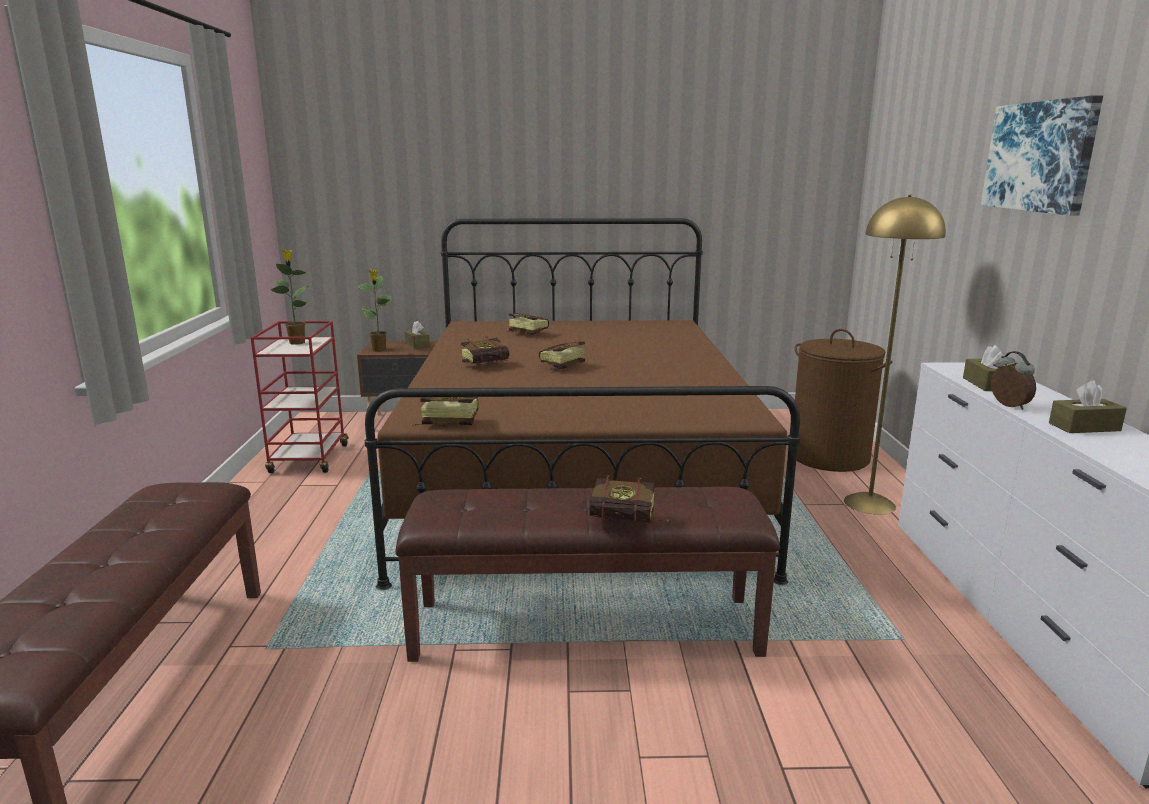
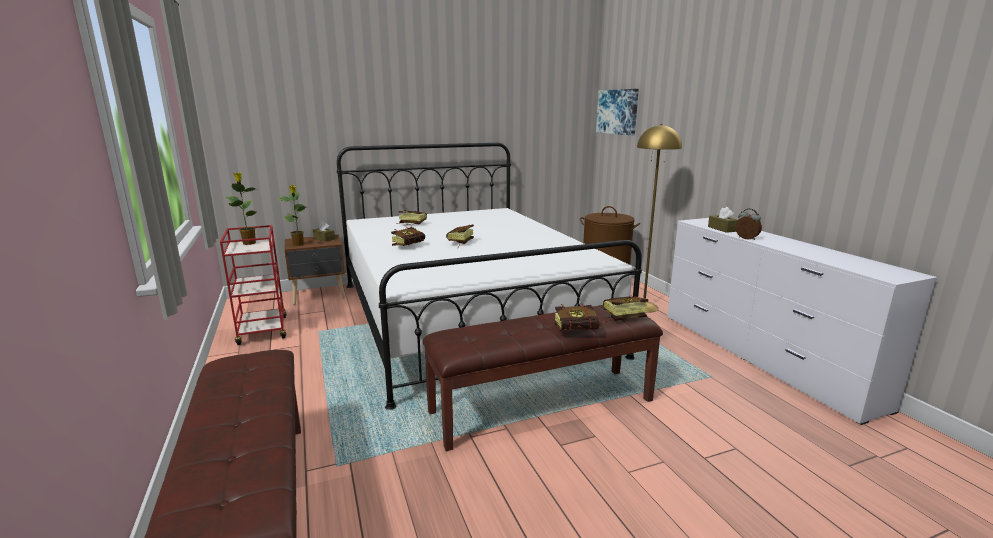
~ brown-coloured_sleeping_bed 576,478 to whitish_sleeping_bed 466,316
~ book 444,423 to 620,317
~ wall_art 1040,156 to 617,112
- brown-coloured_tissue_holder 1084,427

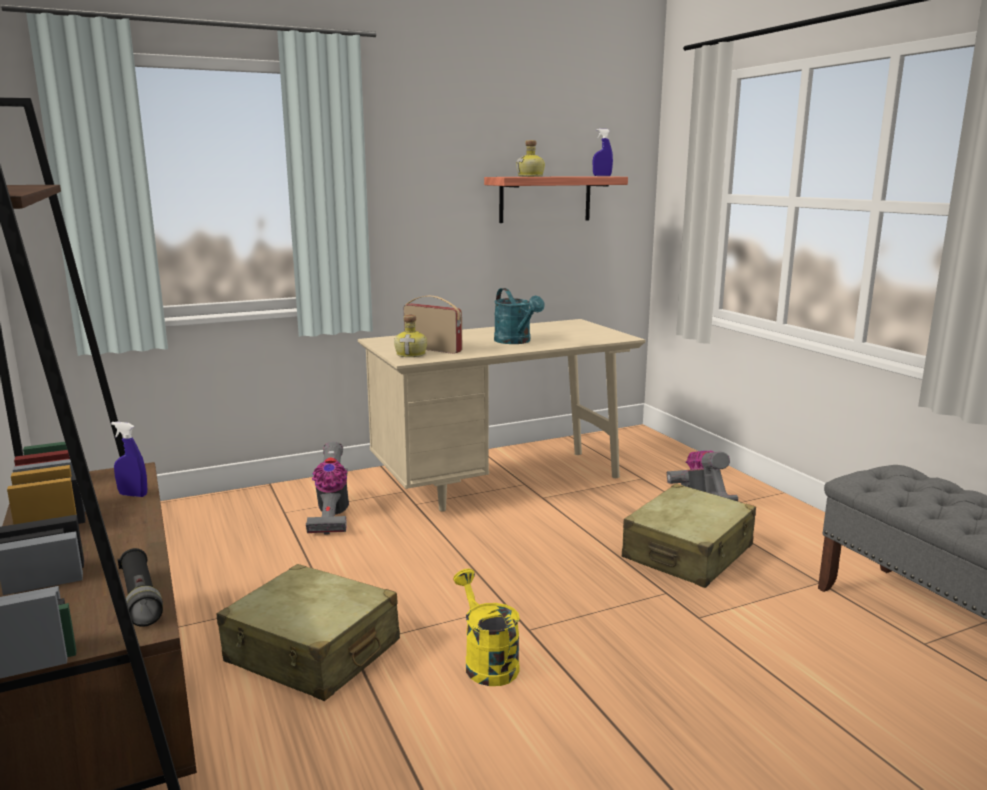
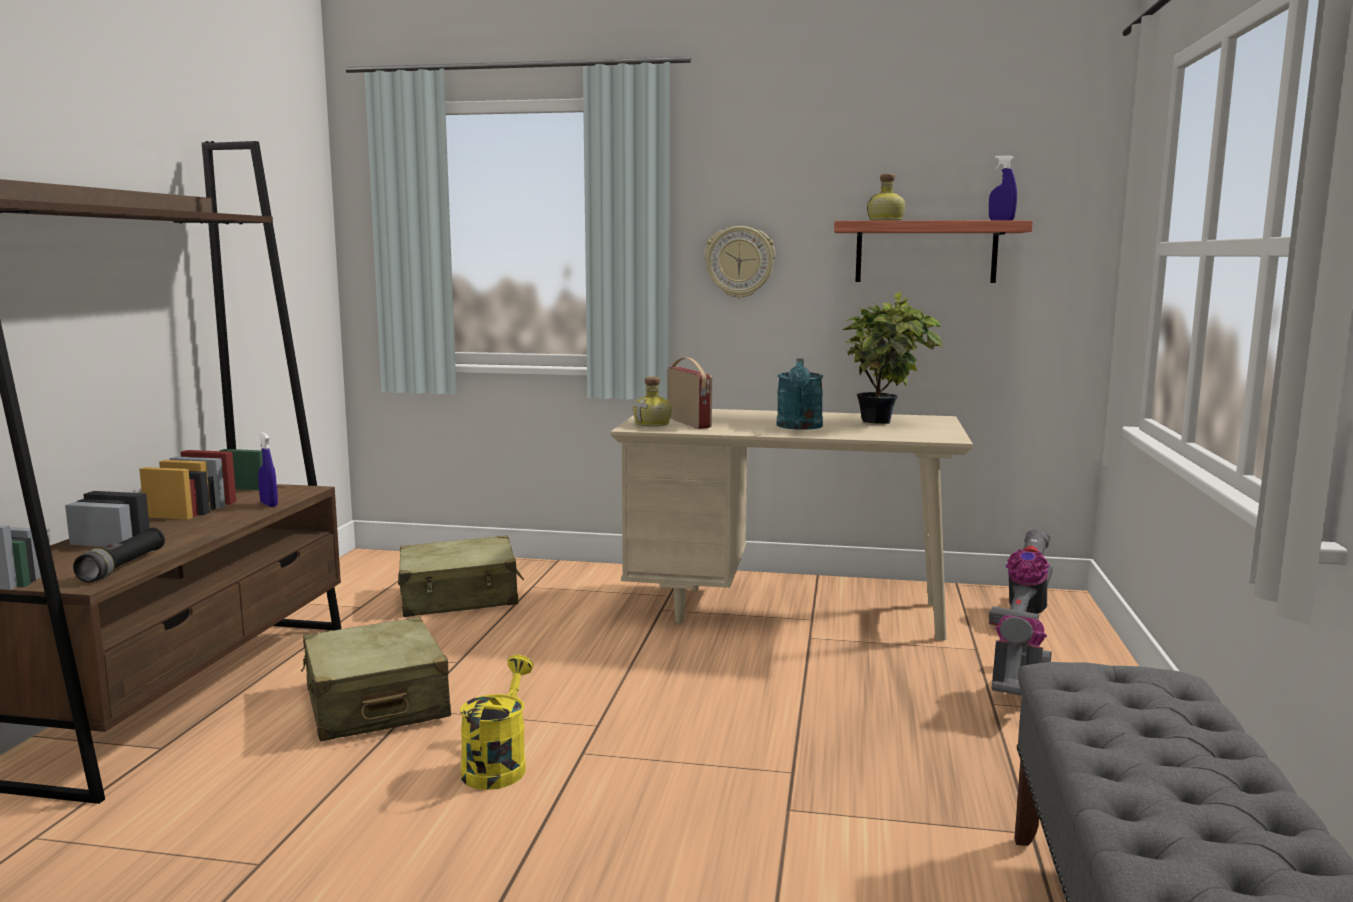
~ vacuum_cleaner 332,515 to 1024,614
~ sand-coloured_piece_of_luggage 688,553 to 459,597
+ clock_on_the_wall 740,262
+ houseplant 885,423

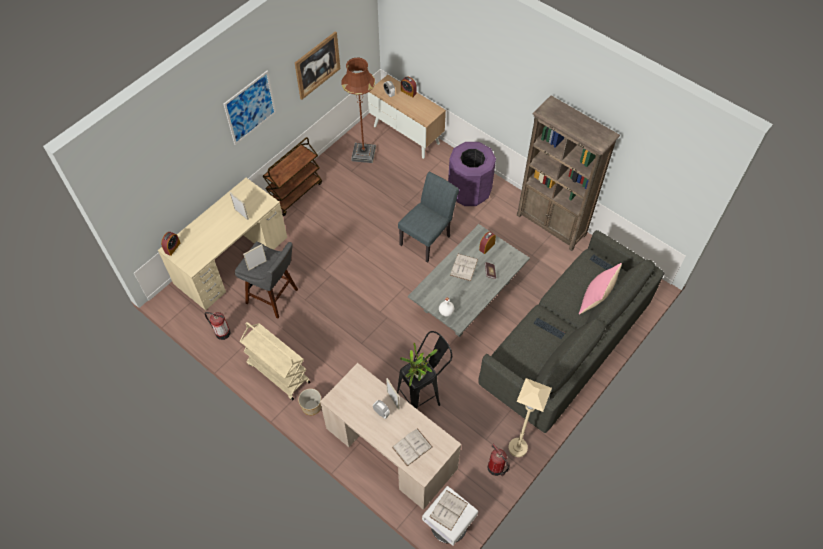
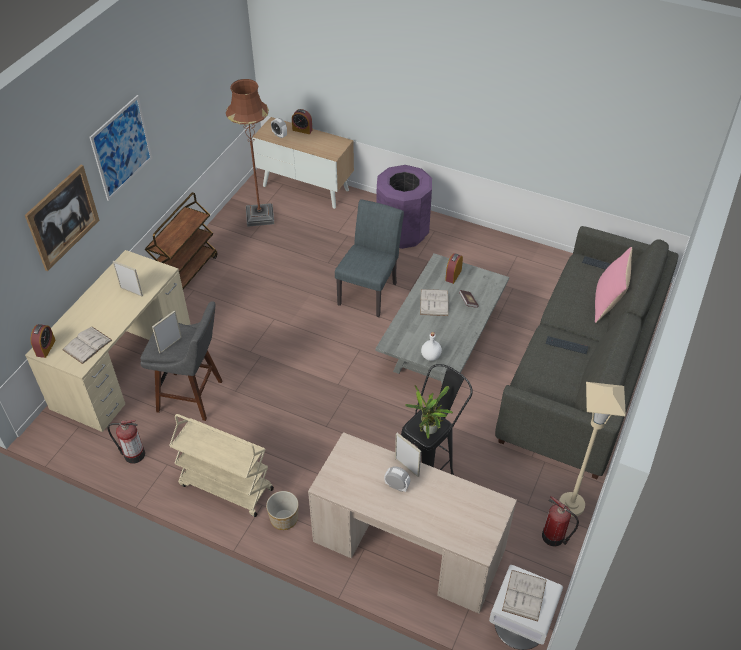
~ wall_art 317,65 to 63,217
~ whitish_book 412,447 to 87,345
- brown-coloured_bookshelf 551,225

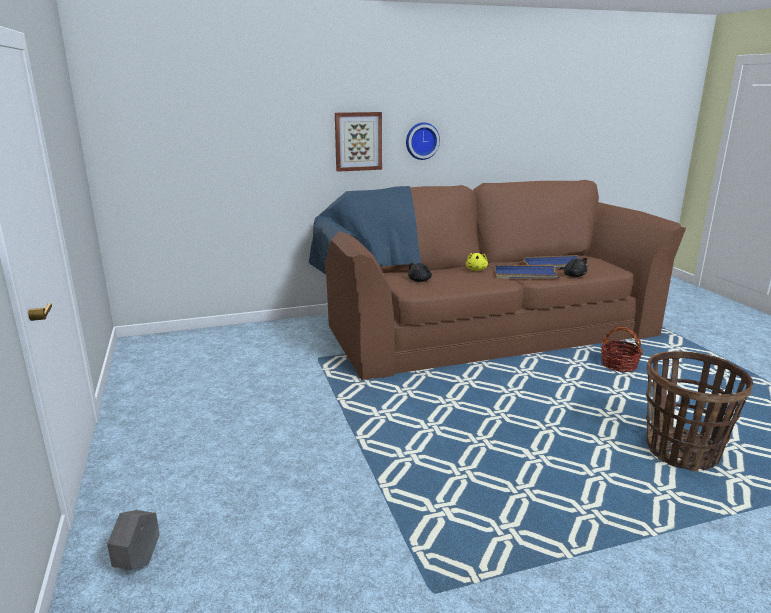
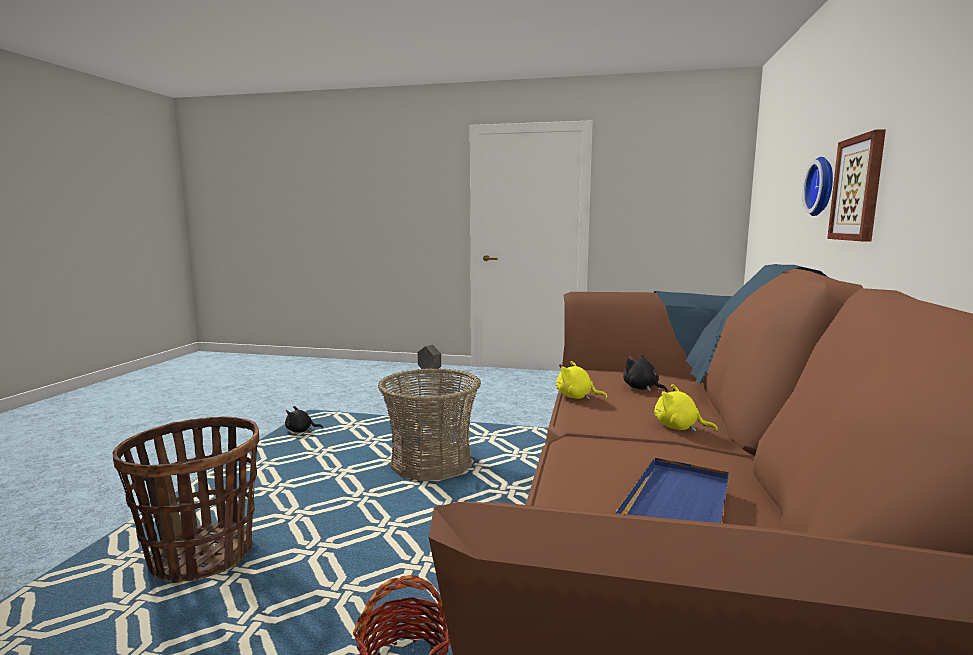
~ clock_on_the_wall 421,141 to 823,186
- blue_carrying_tray 525,274
~ black_plush_toy 573,276 to 301,431
+ storage_basket 431,463
+ yellowish_plush_toy 576,397

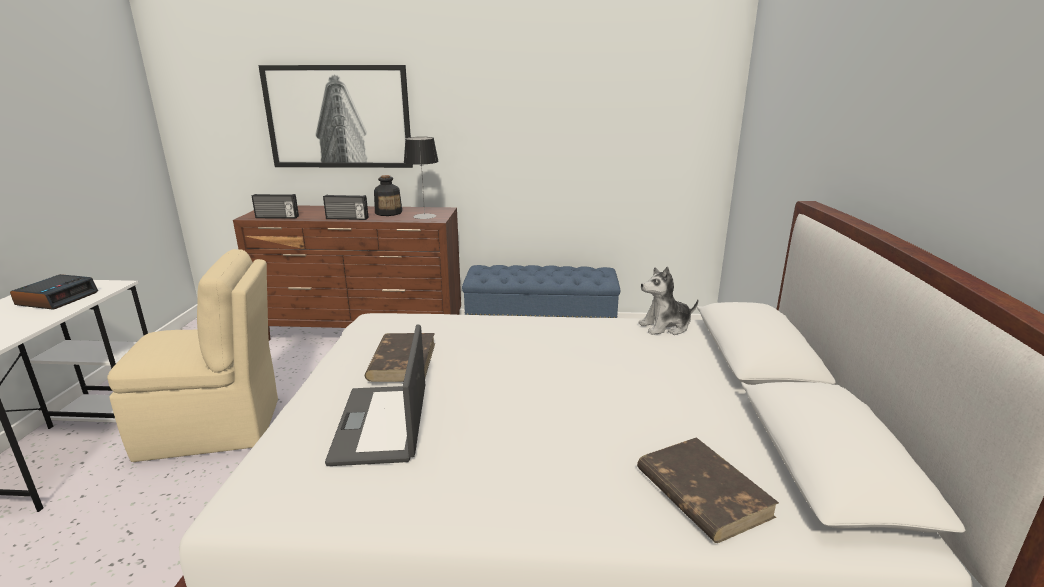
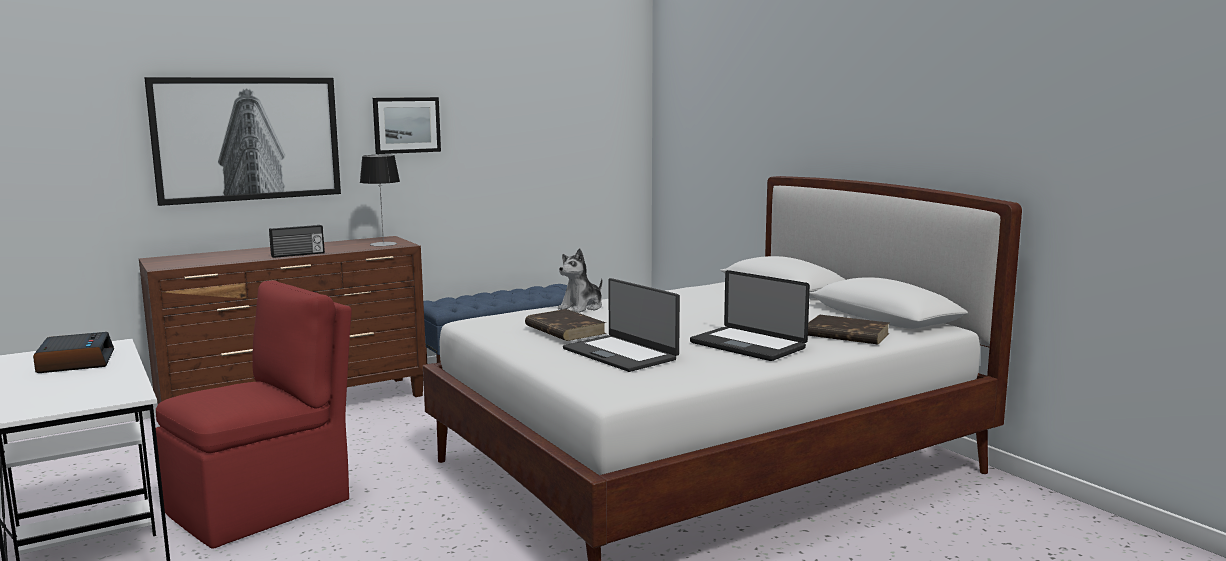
~ sand-coloured_chair 215,428 to reddish_chair 264,505
- radio_set 277,217
- drink_bottle 389,213
~ plush_toy 665,327 to 582,307
+ wall_art 406,125
+ laptop 747,346

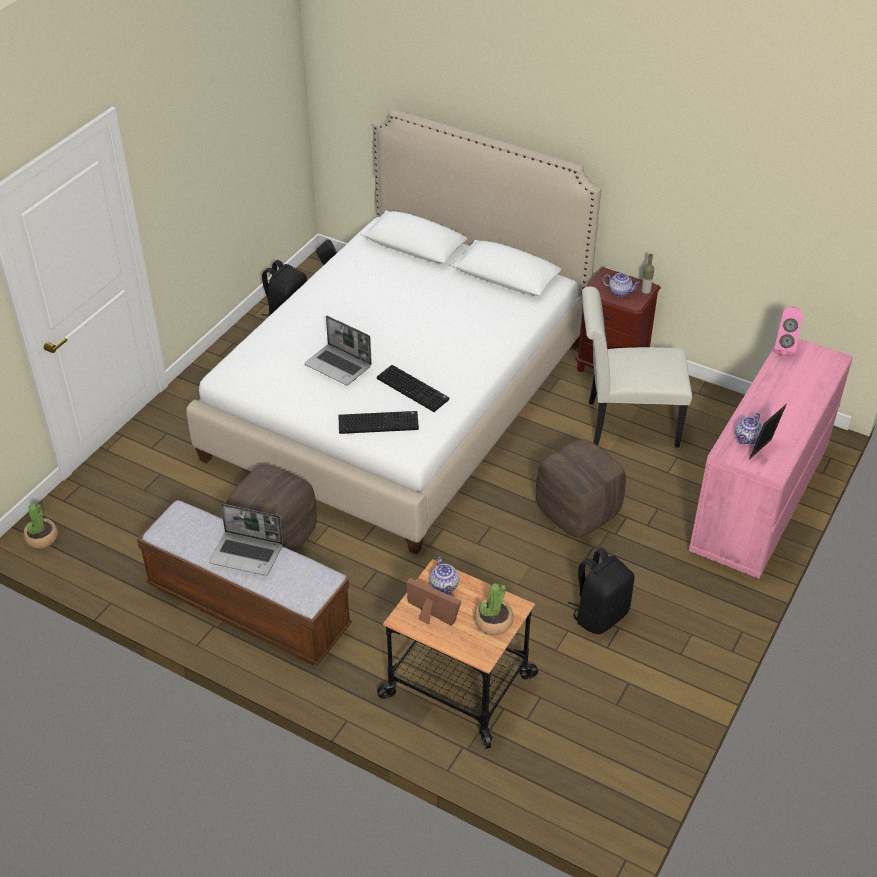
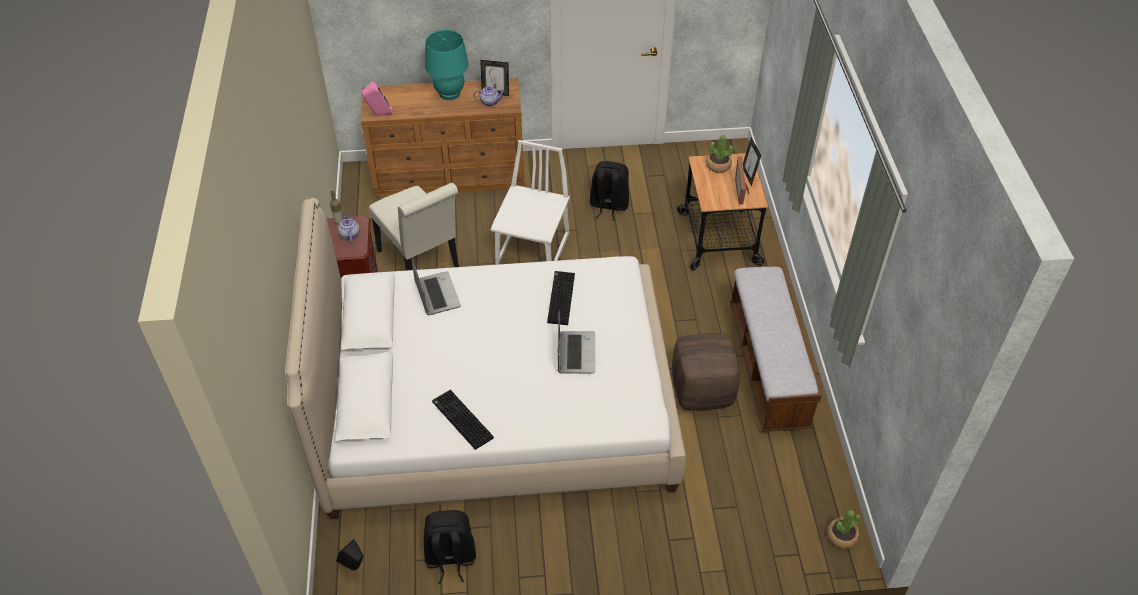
~ laptop 247,554 to 436,294
~ computer_keyboard 379,422 to 461,420
- pot_for_tea 445,586
~ brown-coloured_ottoman 577,513 to whitish_chair 533,250
~ pink-coloured_drawer_chest 758,503 to brown-coloured_drawer_chest 450,176
+ turquoise-coloured_lamp_for_a_table 449,93
+ picture_frame 748,176

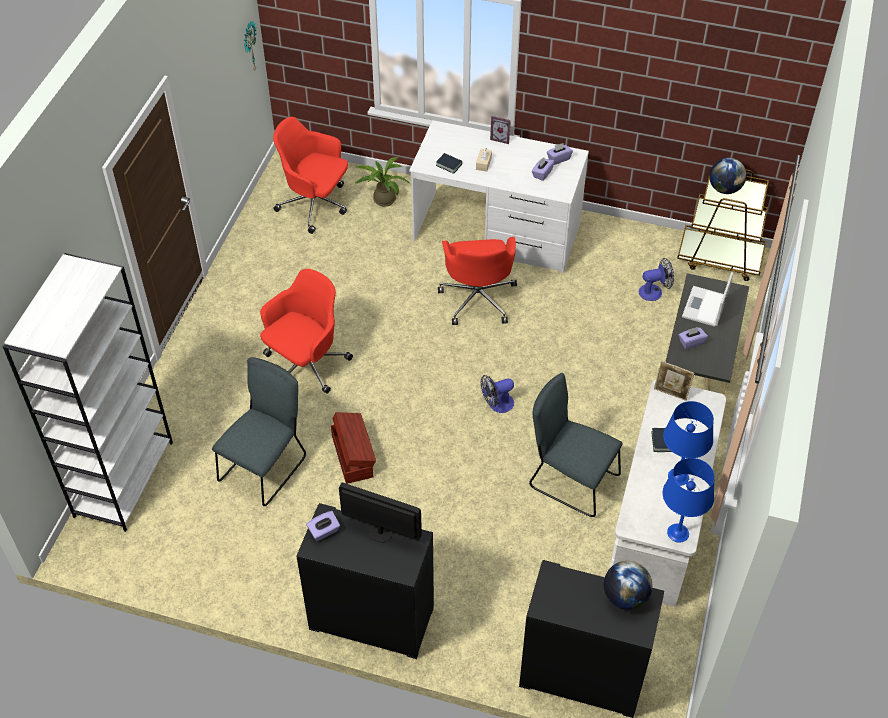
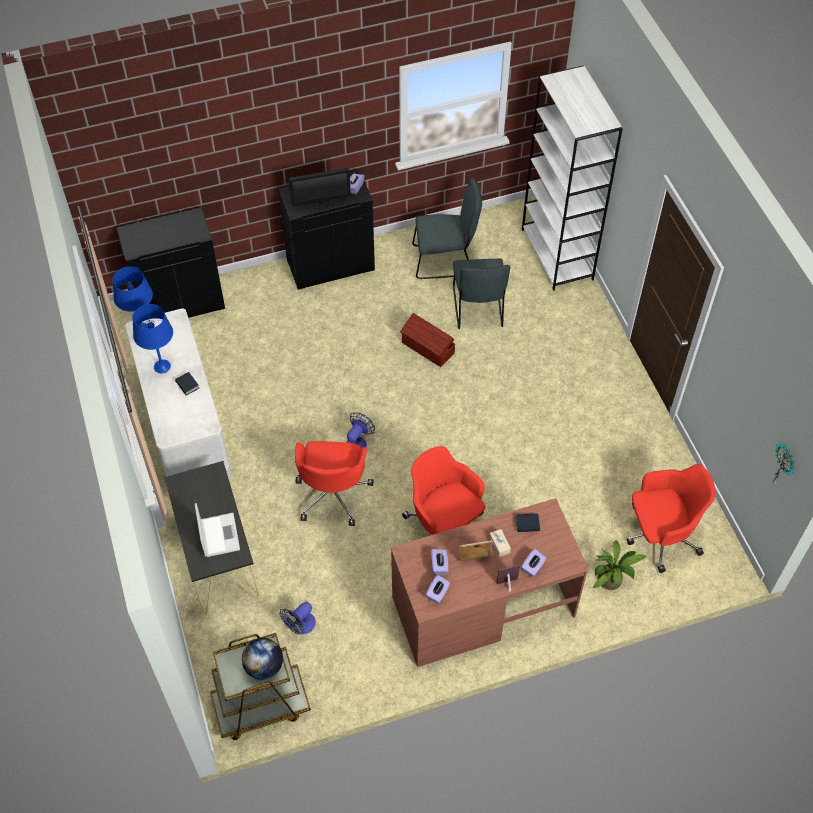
~ reddish_desk_chair 306,364 to 333,493
~ whitish_desk_unit 497,232 to brown-coloured_desk_unit 482,606
~ grey_chair 570,480 to 445,260
- world_globe 625,597
~ picture_frame 671,393 to 474,559
~ purple_tissue_holder 691,342 to 533,567

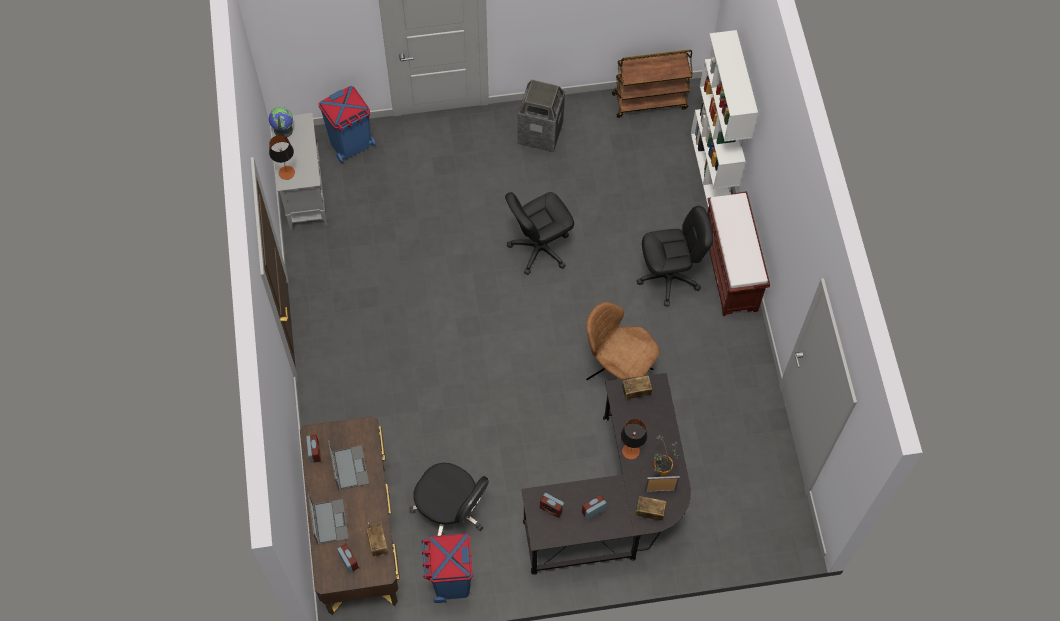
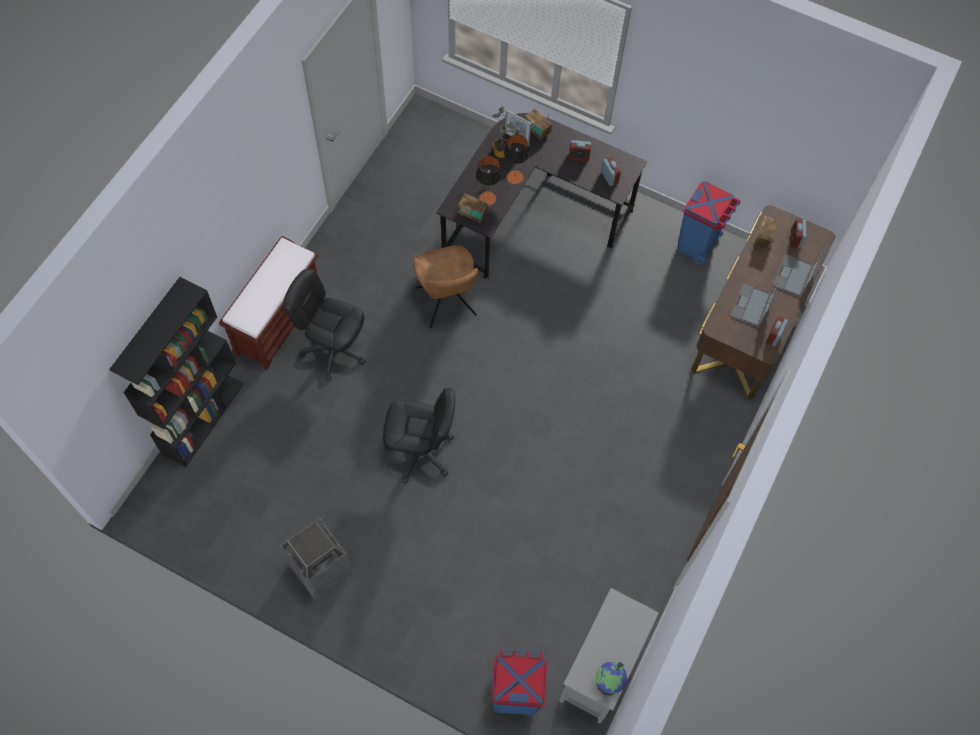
~ lamp_for_a_table 286,172 to 487,198
- black_desk_chair 450,510
- brown-coloured_wheeled_cart 650,101
~ whitish_bookshelf 712,170 to black_bookshelf 203,417

